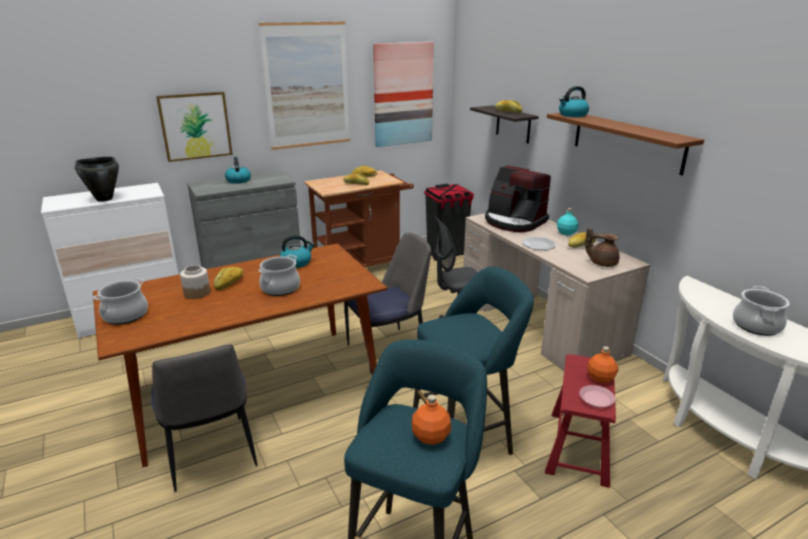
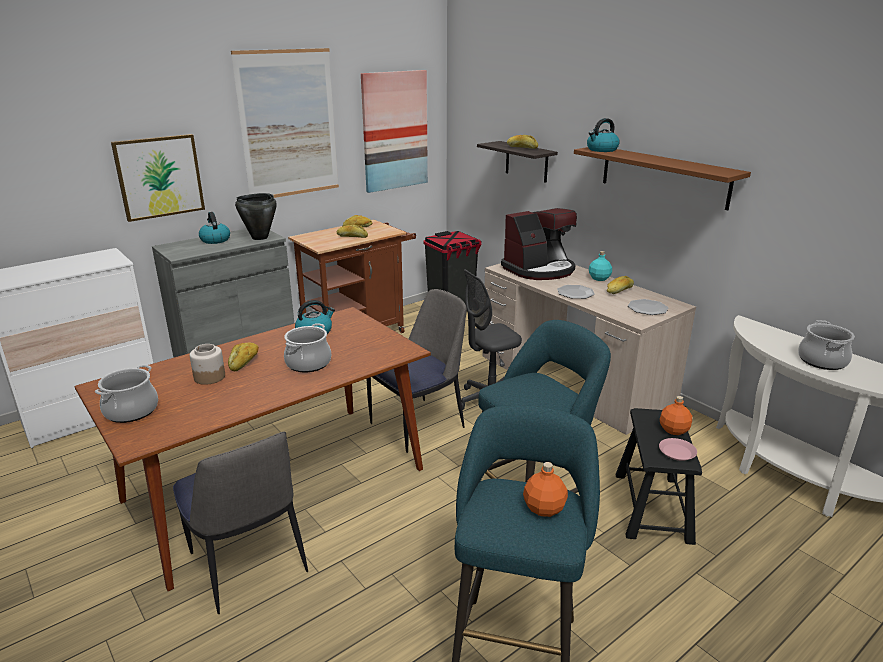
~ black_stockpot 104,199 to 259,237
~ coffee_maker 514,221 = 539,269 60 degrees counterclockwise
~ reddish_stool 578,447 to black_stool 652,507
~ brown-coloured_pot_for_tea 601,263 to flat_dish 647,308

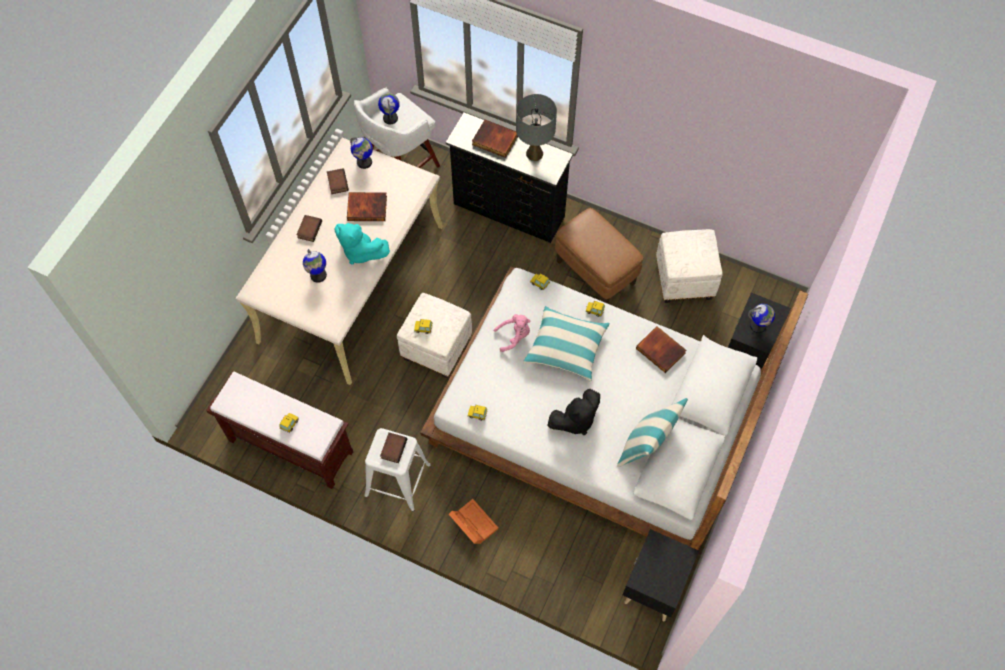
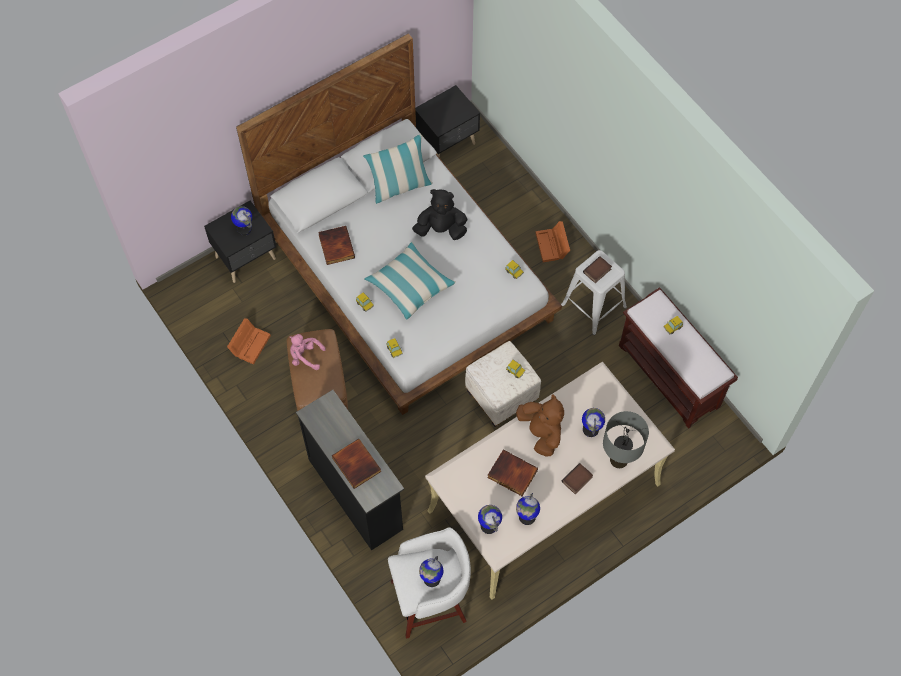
~ book 337,182 to world_globe 526,517
~ turquoise-coloured_plush_toy 360,251 to brown-coloured_plush_toy 541,433
~ pink-coloured_plush_toy 514,336 to 305,356
~ grey_lamp_for_a_table 534,153 to 618,459
~ whitish_ottoman 684,280 to orangey_storage_bin 250,343

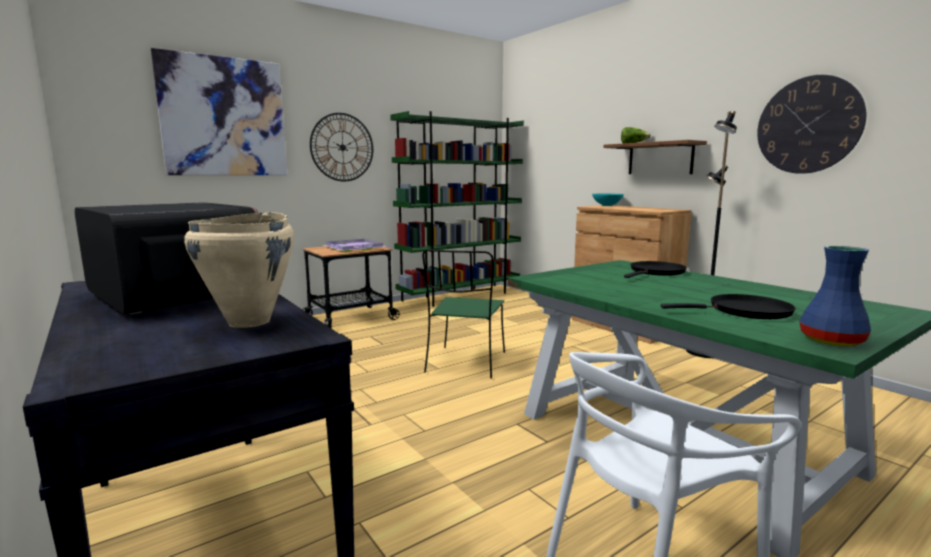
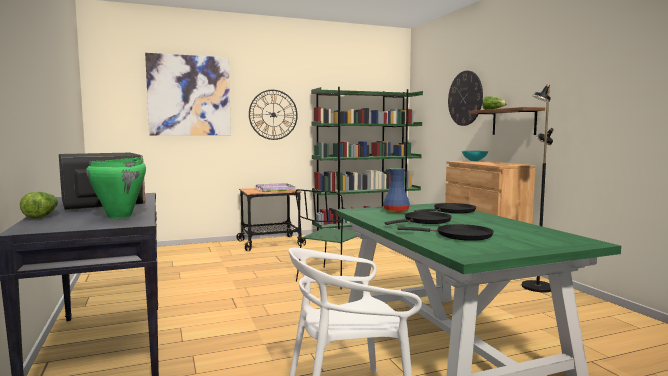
~ sand-coloured_stockpot 250,322 to green_stockpot 120,216
~ clock_on_the_wall 808,125 to 465,98
~ blue_decorative_vase 830,340 to 396,211
+ lettuce 41,216
+ black_frying_pan 425,221

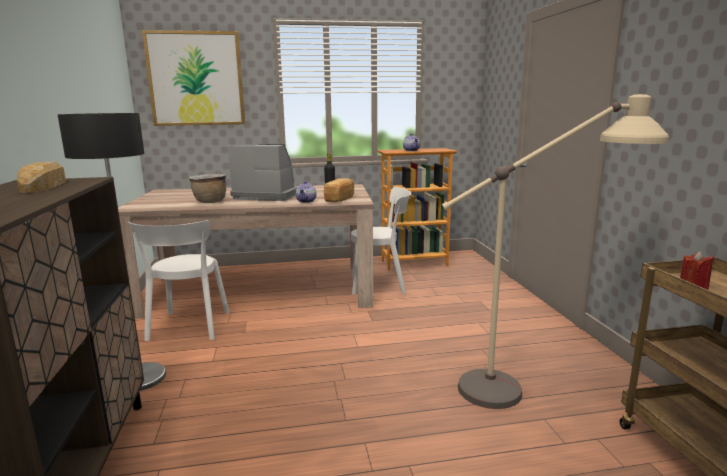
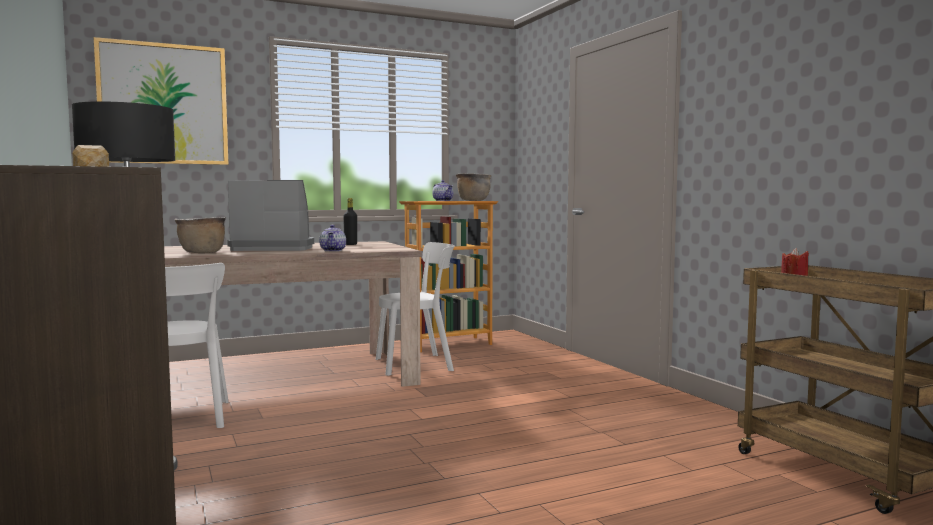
- bread 341,199
- sand-coloured_standard_lamp 534,389
+ brown-coloured_stockpot 473,200

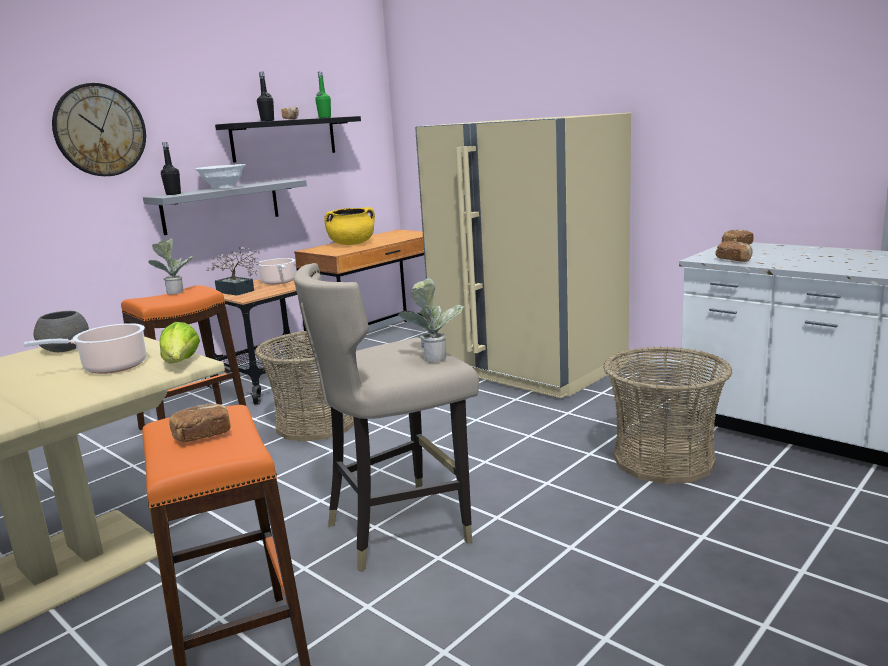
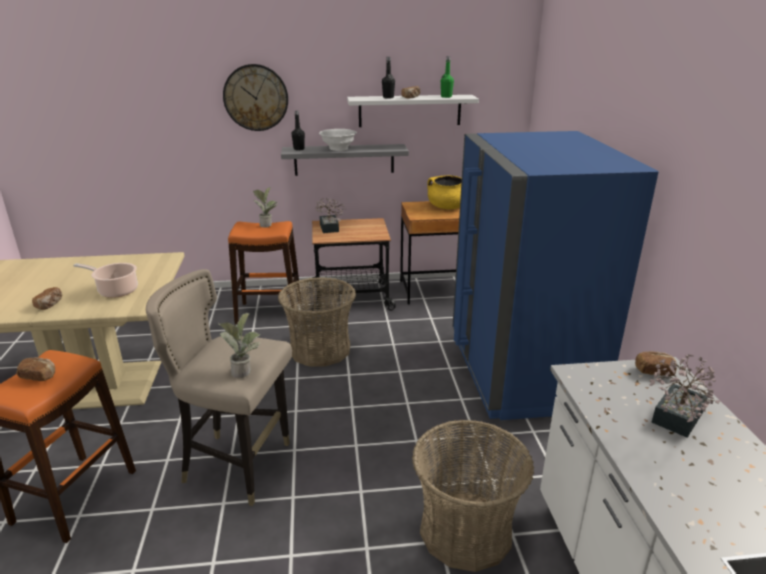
- grey_serving_bowl 66,349
- lettuce 181,364
~ black_wall_shelf 284,139 to whitish_wall_shelf 410,110
- stockpot 279,282
~ sand-coloured_refrigerator 528,367 to blue_refrigerator 520,371
~ bread 734,260 to 50,304
+ houseplant 674,420

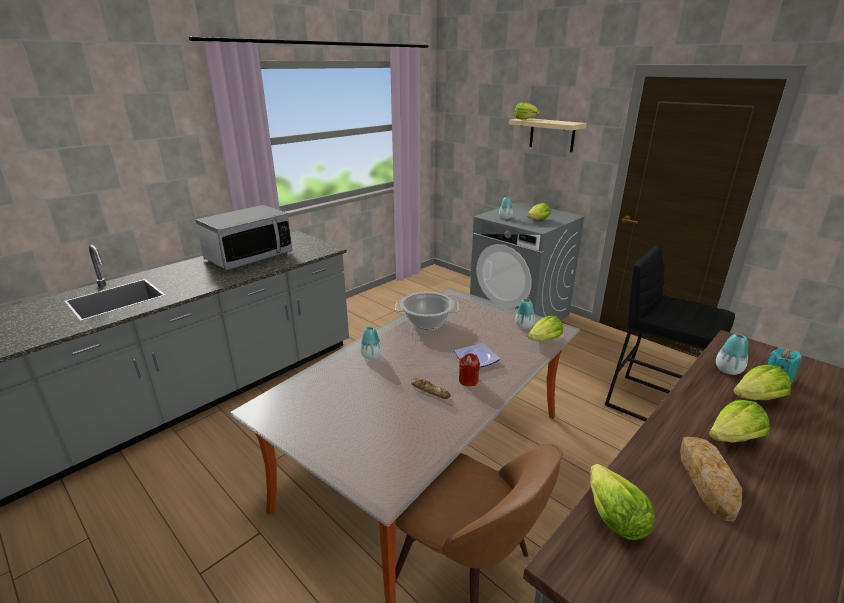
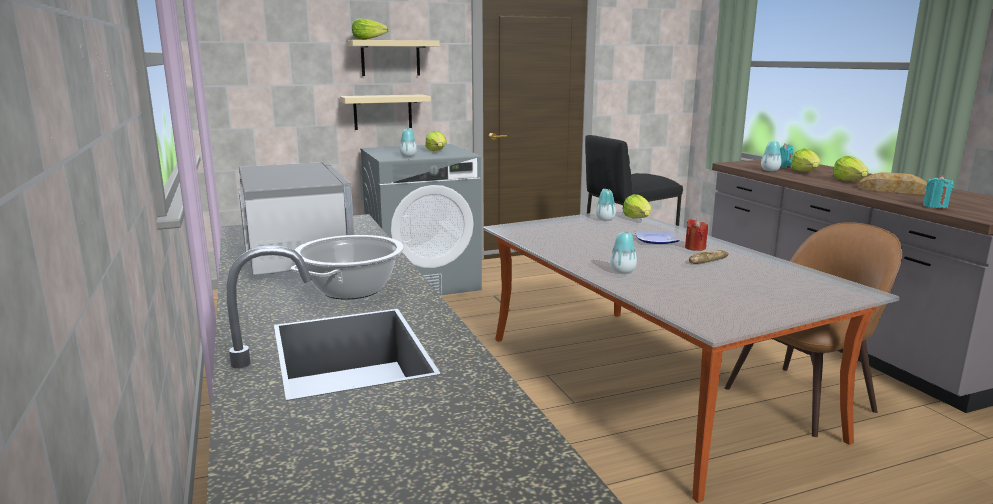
~ stockpot 427,322 to 351,289
~ lettuce 613,517 to turquoise-coloured_wax_candle 935,206
+ sand-coloured_wall_shelf 382,112

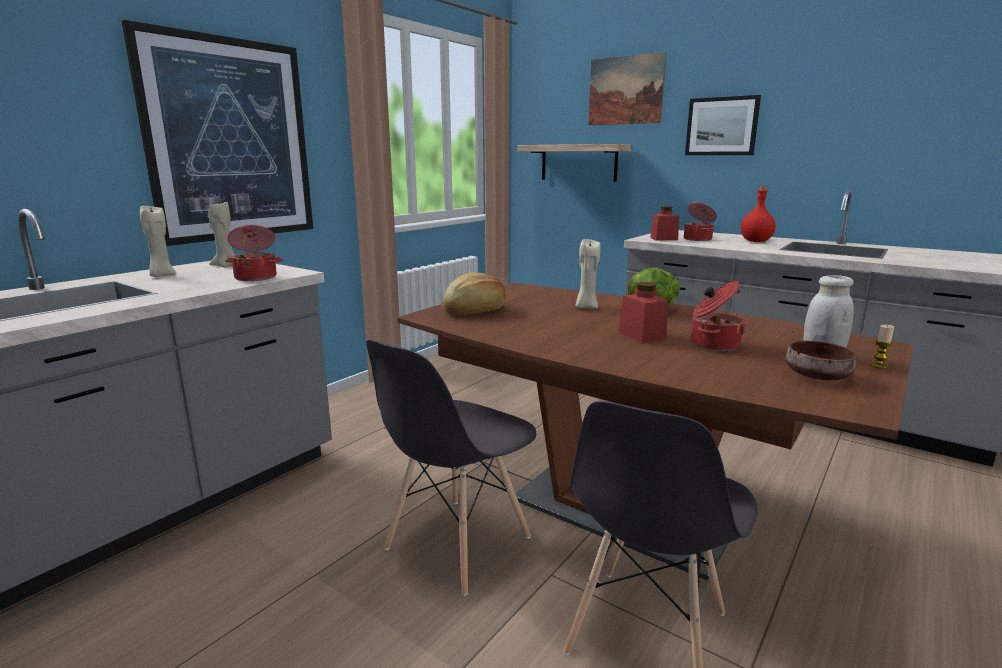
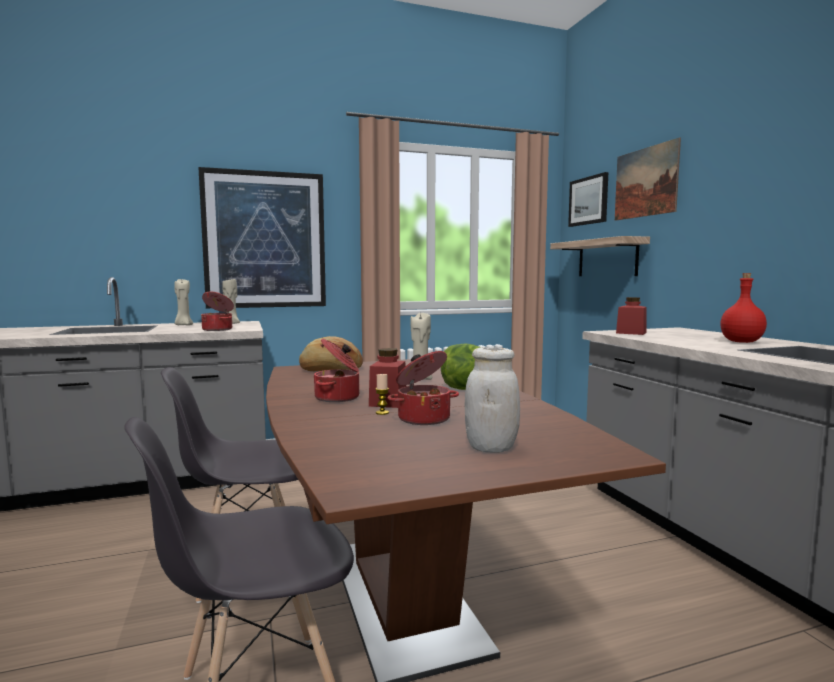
~ stockpot 698,239 to 338,398
~ wall_art 722,126 to 588,201
- brown-coloured_serving_bowl 819,376
~ wax_candle 878,366 to 382,413

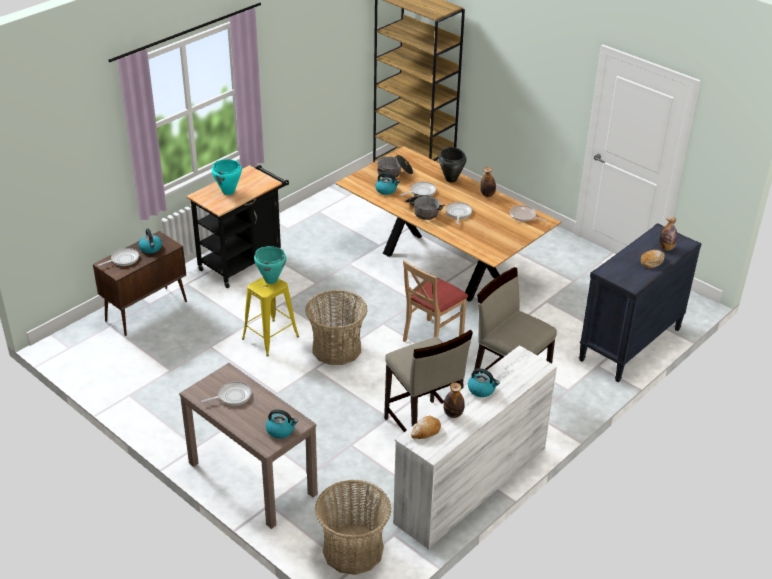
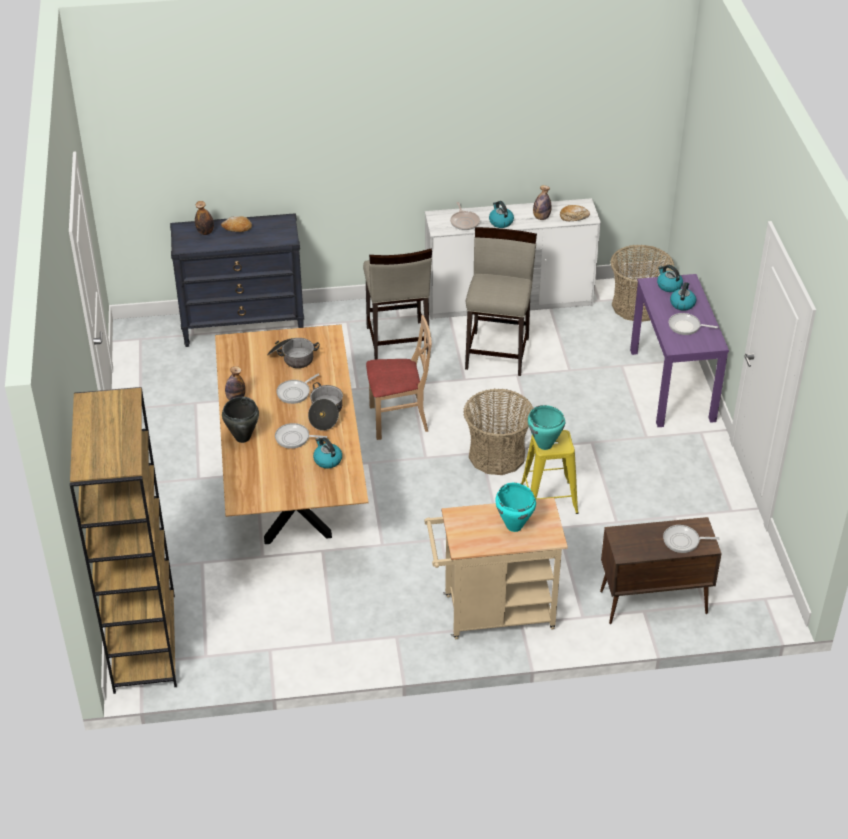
~ tea_kettle 151,248 to 682,303
~ brown-coloured_hall_table 251,478 to purple_hall_table 672,385
~ black_wheeled_cart 244,261 to sand-coloured_wheeled_cart 491,613
~ stockpot 394,173 to 292,358
~ frying_pan 524,216 to 464,222

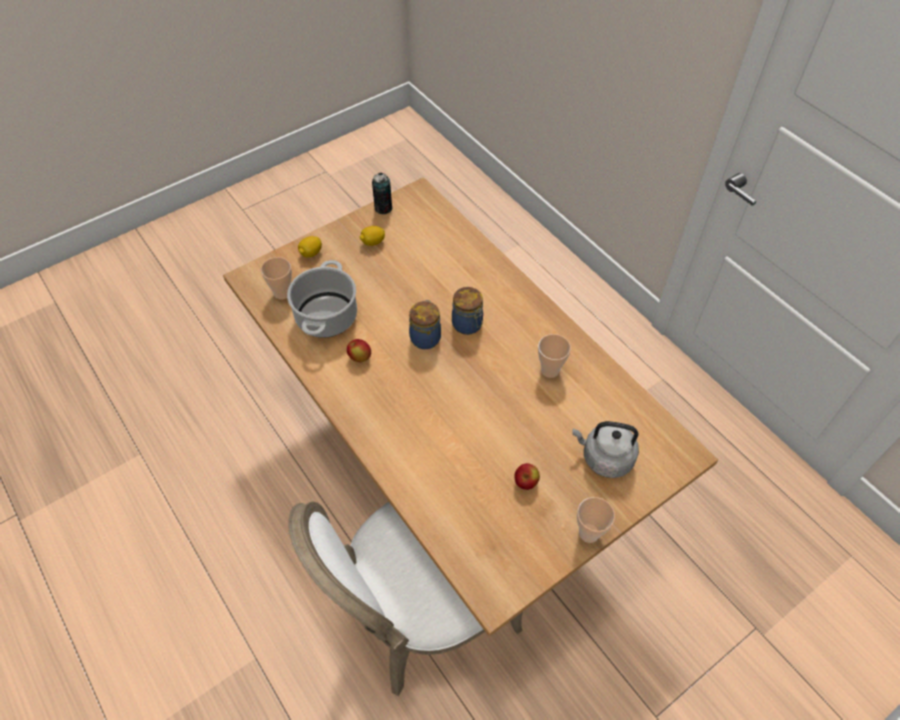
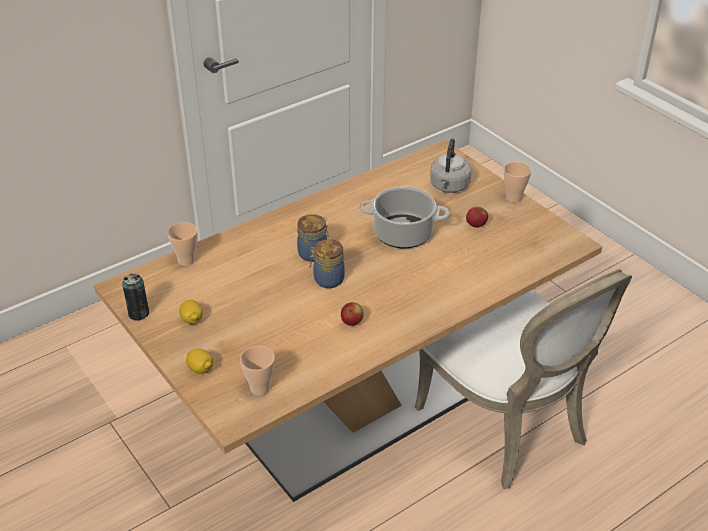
~ stockpot 326,316 to 402,234
~ cup 550,370 to 186,260

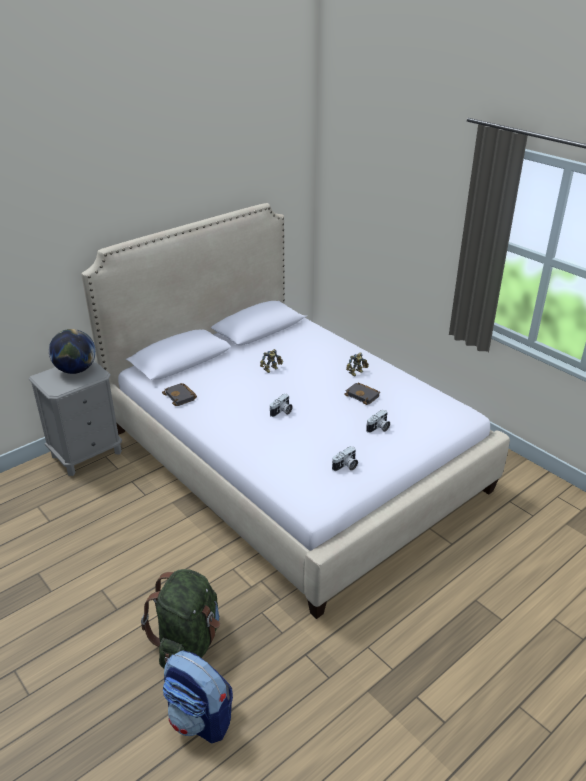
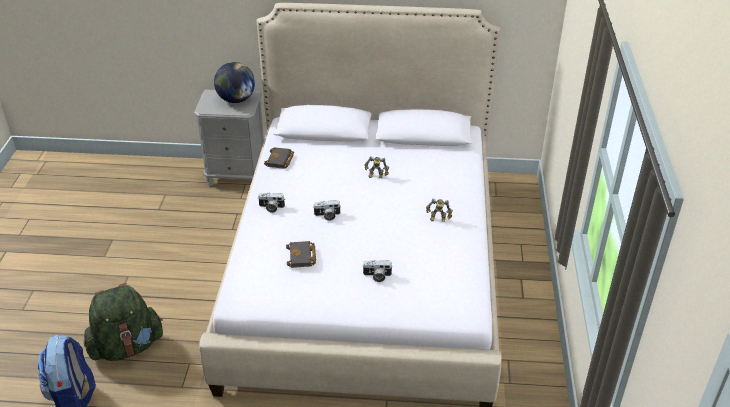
~ photo_camera 346,466 to 271,207
~ black_book 363,395 to 302,257

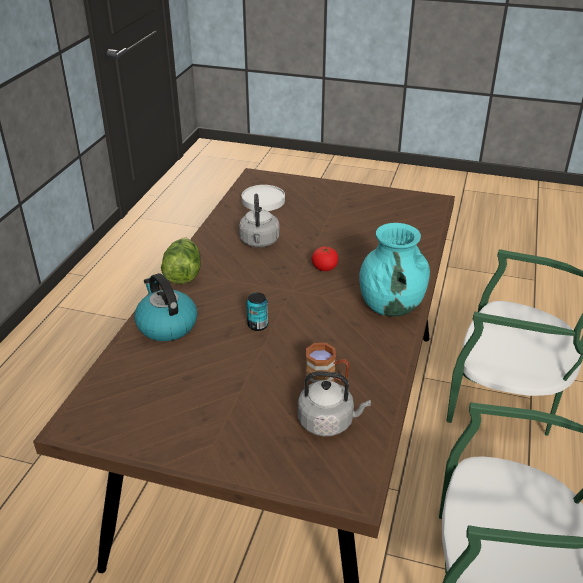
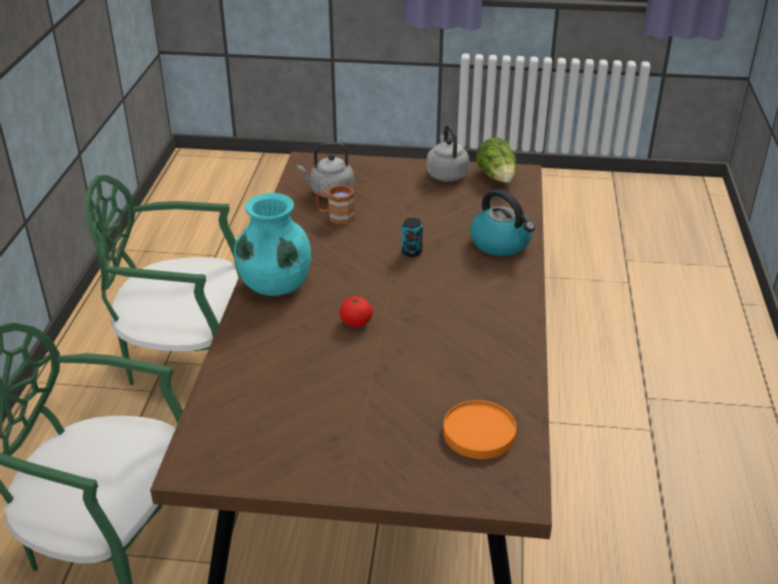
~ lettuce 182,272 to 497,177
~ grey_tea_kettle 259,242 to 446,174
~ whitish_flat_dish 263,200 to orangey_flat_dish 478,432

